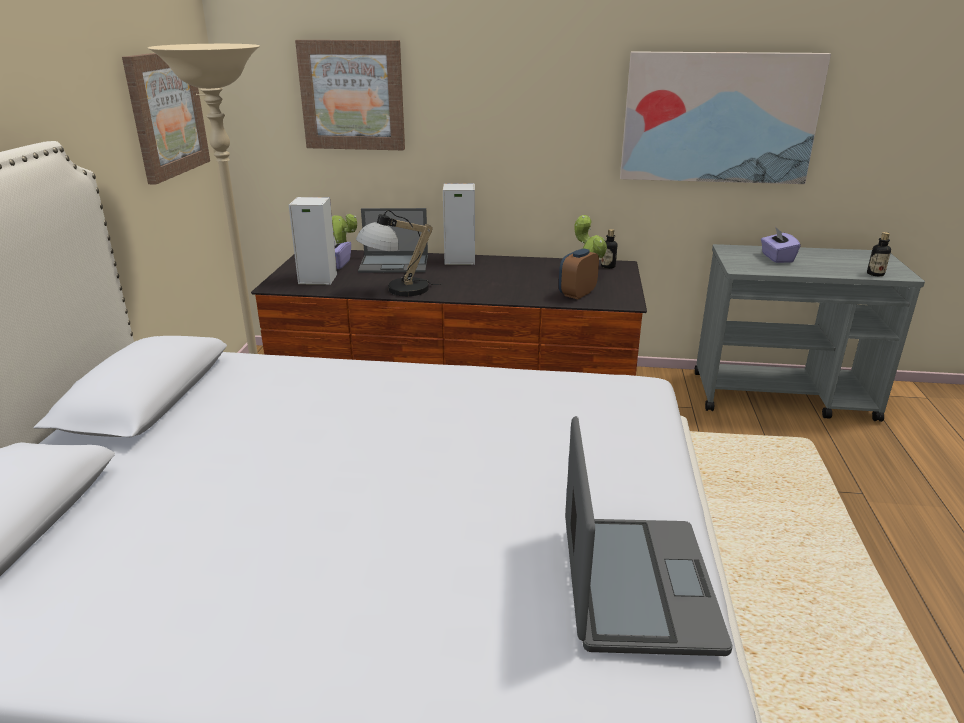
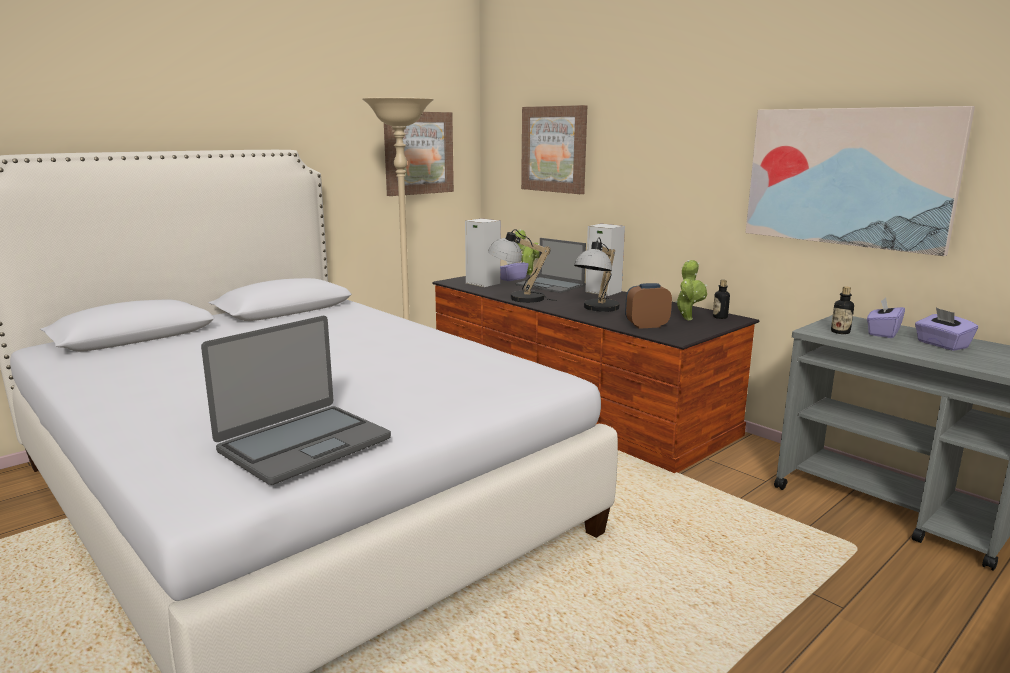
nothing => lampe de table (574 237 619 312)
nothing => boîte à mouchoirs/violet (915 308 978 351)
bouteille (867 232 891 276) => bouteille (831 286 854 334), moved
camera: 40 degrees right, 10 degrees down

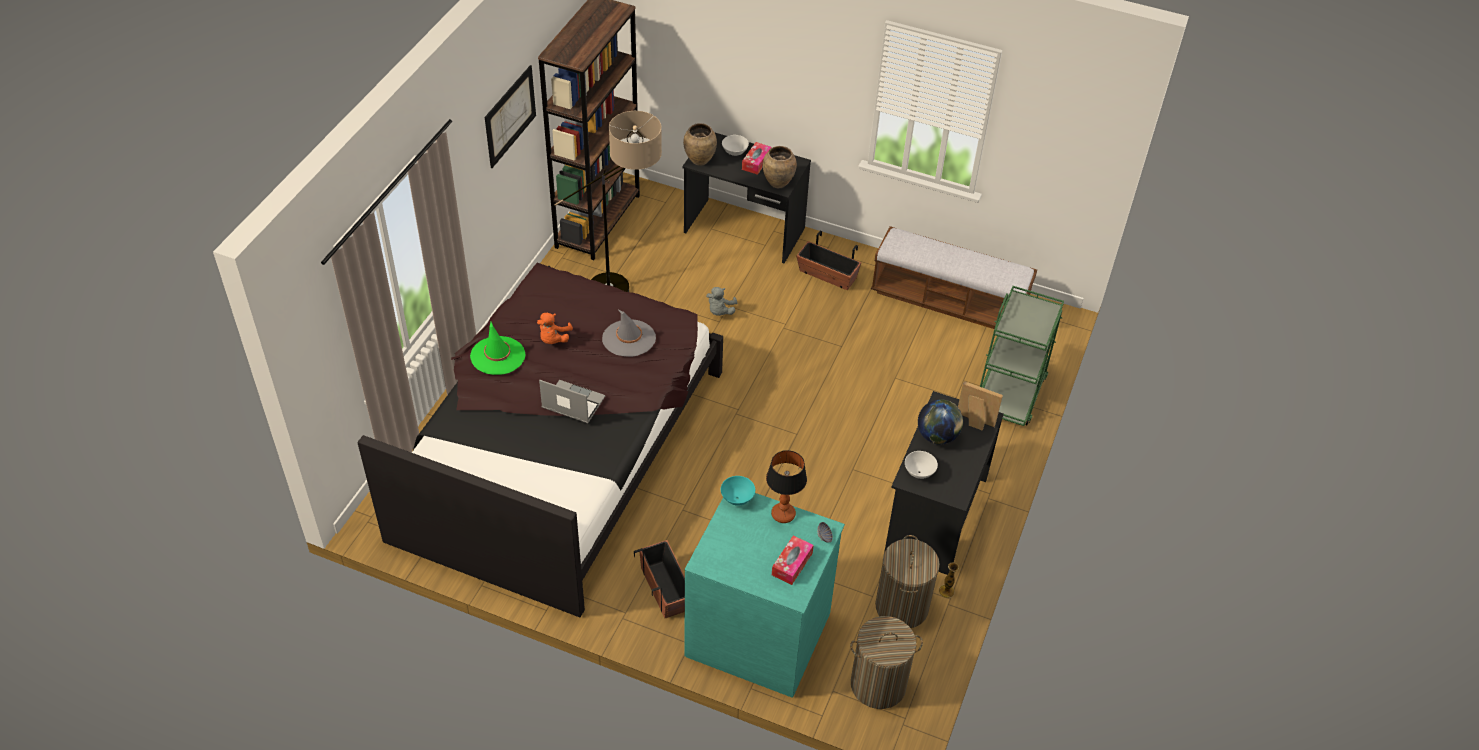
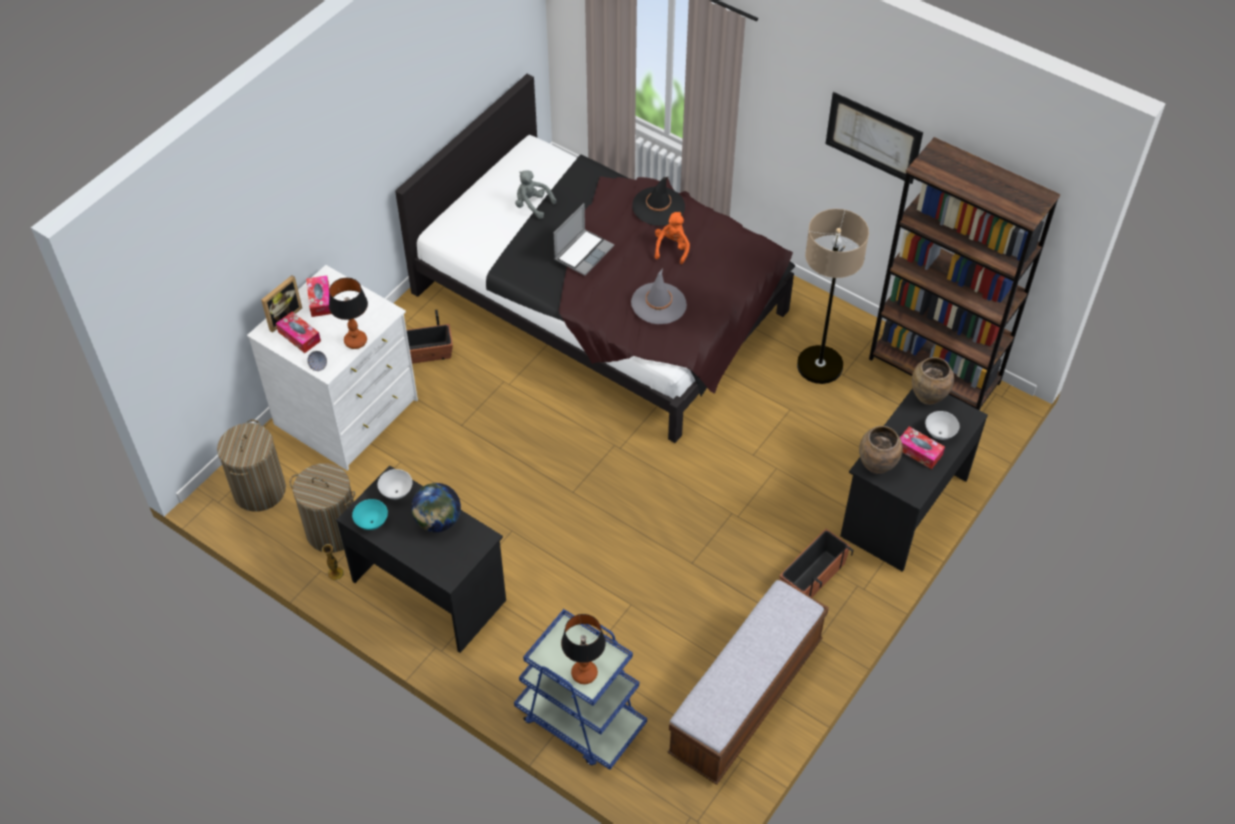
nothing => boîte à mouchoirs (306 276 331 317)
nothing => lampe de table (561 614 606 684)
peluche/gris (706 287 737 316) => peluche/gris (515 170 556 219), moved
bol/turquoise (721 476 755 506) => bol/turquoise (352 499 388 530), moved
cadre photo (958 381 1003 431) => cadre photo (261 275 302 333), moved
chapeau/vert (470 322 525 375) => chapeau/noir (632 177 685 226)
commode/turquoise (684 493 845 698) => commode/blanc (247 265 418 471)
chariot/vert (980 286 1064 426) => chariot/bleu (514 609 647 770)
peluche/orange (537 313 573 344) => peluche/orange (655 212 690 264), 75 degrees clockwise
camera: 105 degrees right, 5 degrees up

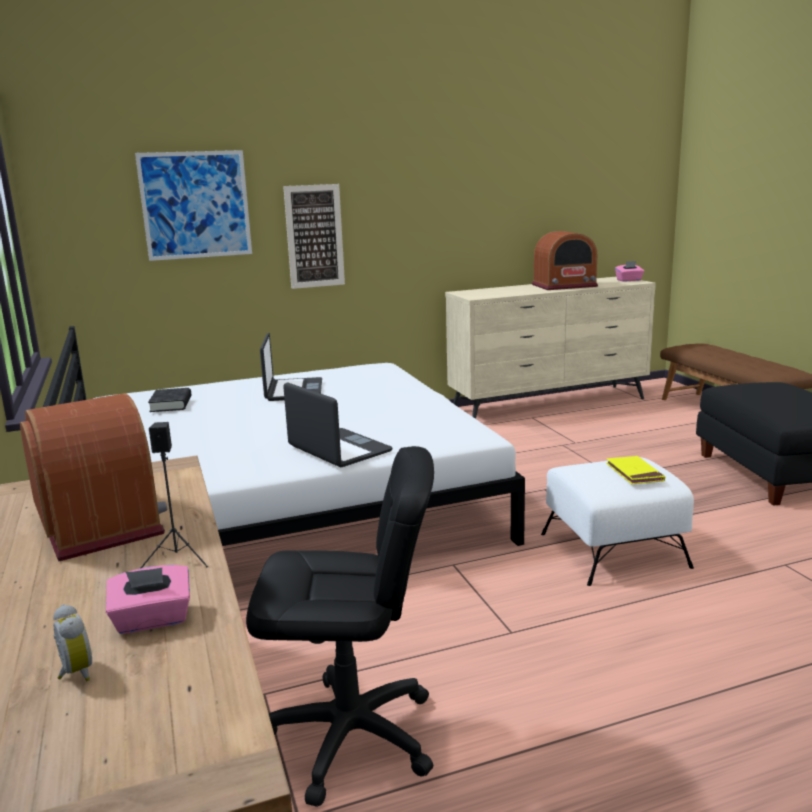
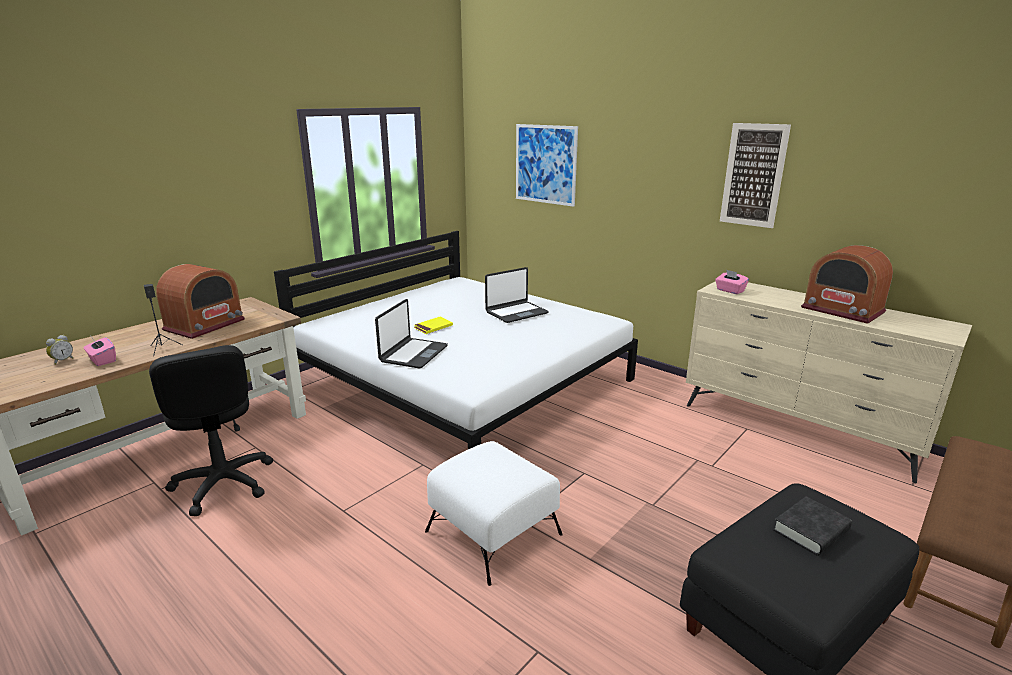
livre/noir (148 388 191 412) => livre/noir (773 496 852 556), moved
tableau (283 184 345 289) => tableau (720 123 791 228), moved
livre/jaune (606 456 665 484) => livre/jaune (414 317 453 334), moved
boîte à mouchoirs/rose (615 261 644 282) => boîte à mouchoirs/rose (715 269 749 294), moved
camera: 60 degrees right, 5 degrees up

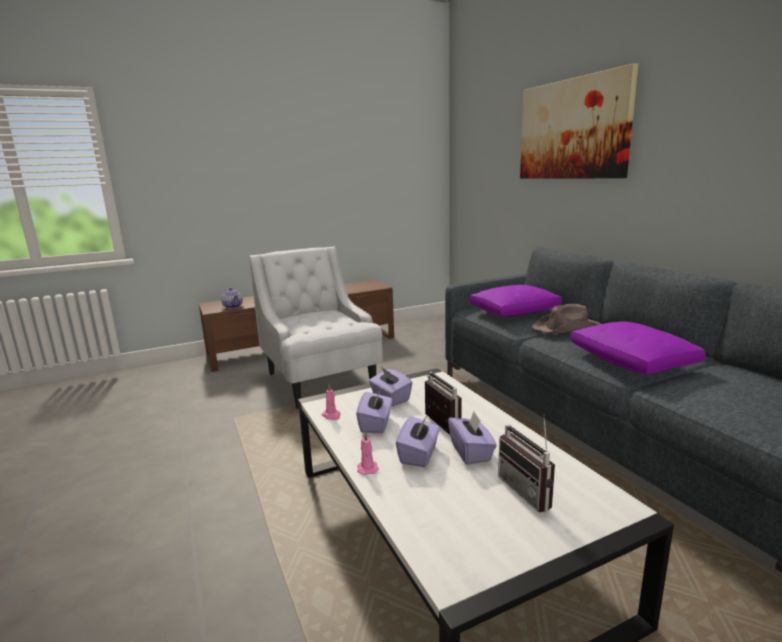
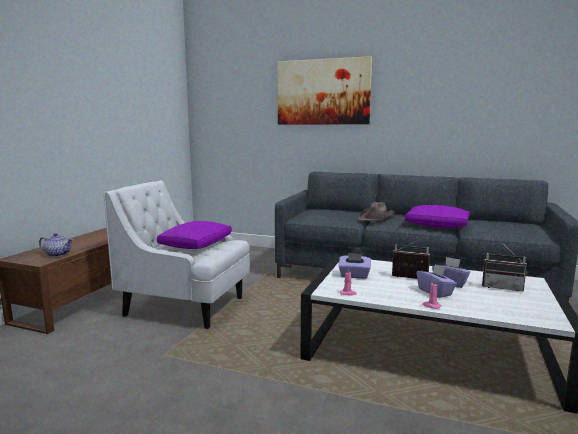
boîte à mouchoirs/violet (356 389 392 433) => nothing
coussin/violet (469 285 562 317) => coussin/violet (157 221 232 249), moved
camera: 45 degrees left, 5 degrees down

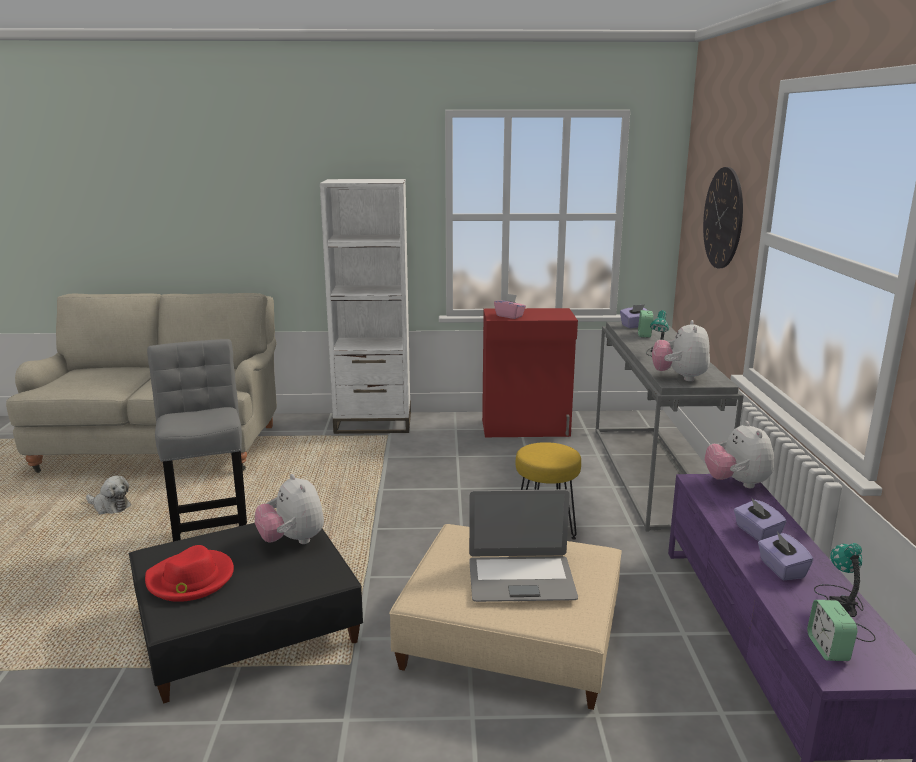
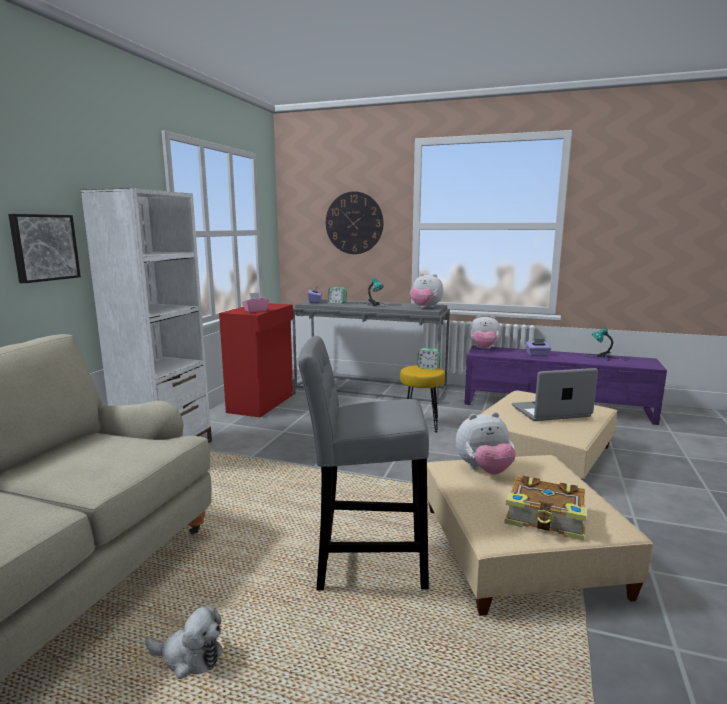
boîte à mouchoirs/violet (758 531 813 580) => nothing
nothing => tableau (8 214 81 283)
réveil (807 600 858 661) => réveil (417 348 440 369), moved
chapeau/rouge (145 545 234 602) => livre (504 476 587 541)
pouf/noir (129 523 363 704) => pouf/beige (427 455 653 616)
peluche (86 475 131 514) => peluche (146 606 223 679), 60 degrees clockwise
ordinateur portable (469 489 578 602) => ordinateur portable (512 368 598 421), 120 degrees counterclockwise
camera: 70 degrees left, 5 degrees down

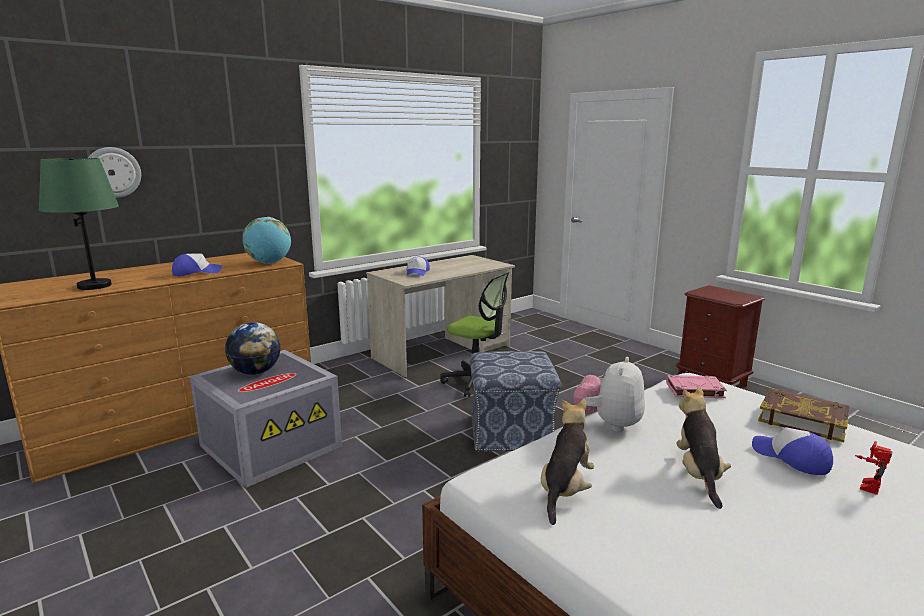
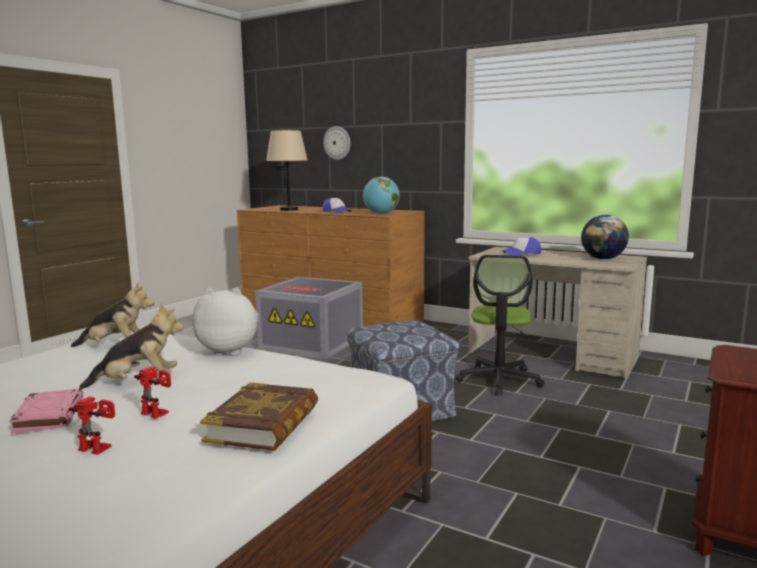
globe (225 322 281 375) => globe (581 215 629 259), moved
livre/rose (666 375 727 398) => livre/rose (9 388 83 434), moved
casquette (752 427 833 475) => robot jouet (134 367 171 419)
lampe de table/vert (39 157 119 290) => lampe de table/beige (266 130 308 211)
camera: 70 degrees right, 5 degrees down

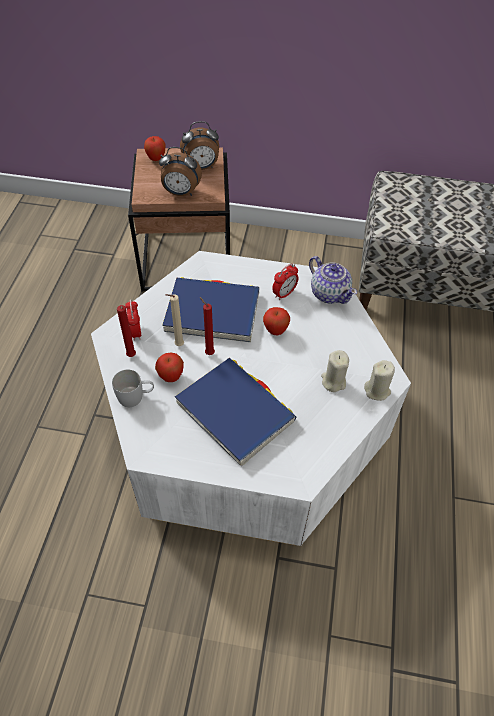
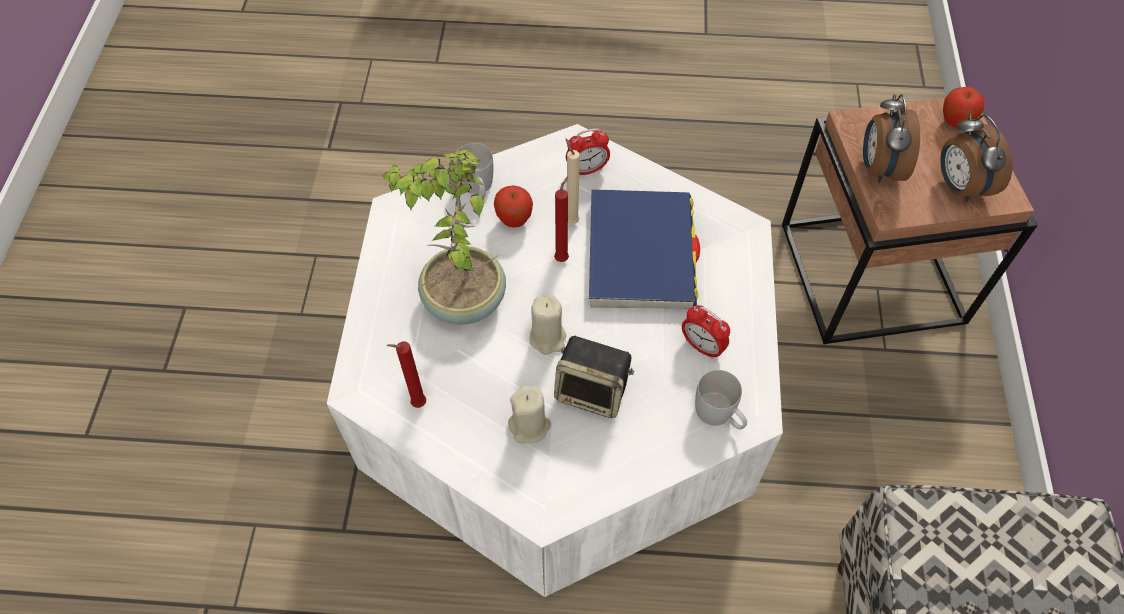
pomme (263 307 290 335) => nothing
nothing => enceinte (554 335 634 418)
bougie/rouge (117 305 136 357) => bougie/rouge (386 341 426 408), moved
bougie/beige (364 360 395 401) => bougie/beige (530 295 566 355), moved
livre/bleu (175 358 296 467) => plante en pot (382 150 506 325)
théière (309 256 357 304) => mug/blanc (695 370 747 429)
camera: 85 degrees right, 5 degrees up

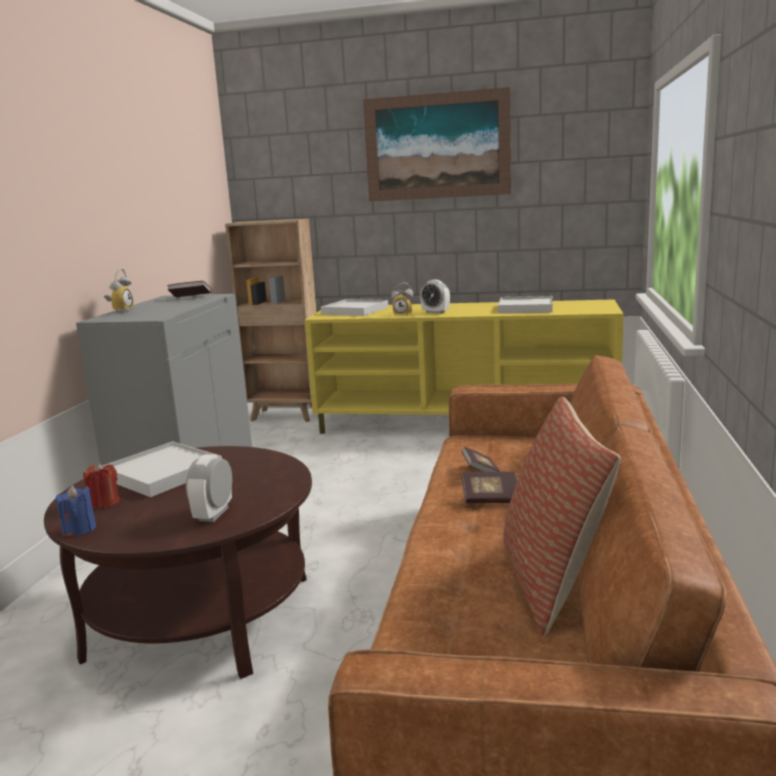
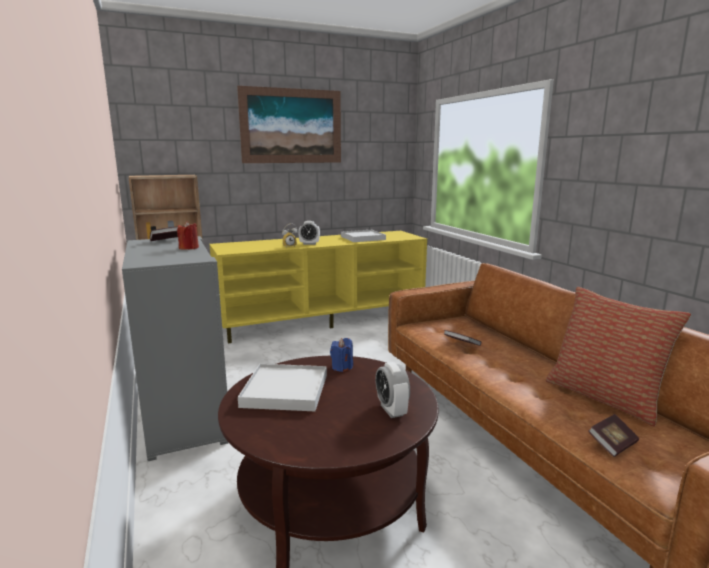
réveil (104 269 134 313) => nothing
plateau/blanc (321 299 388 316) => nothing
bougie/bleu (56 485 96 536) => bougie/bleu (330 338 353 372), moved
bougie/rouge (83 462 119 509) => bougie/rouge (177 221 199 250), moved
livre (462 472 517 503) => livre (588 414 639 457), moved
camera: 35 degrees left, 0 degrees up

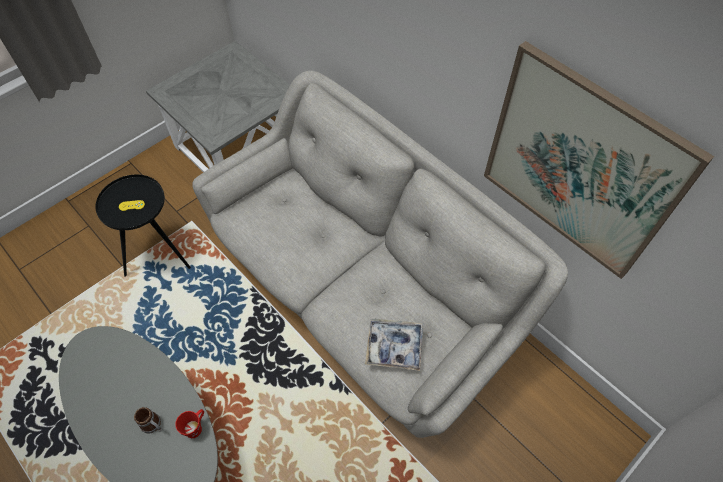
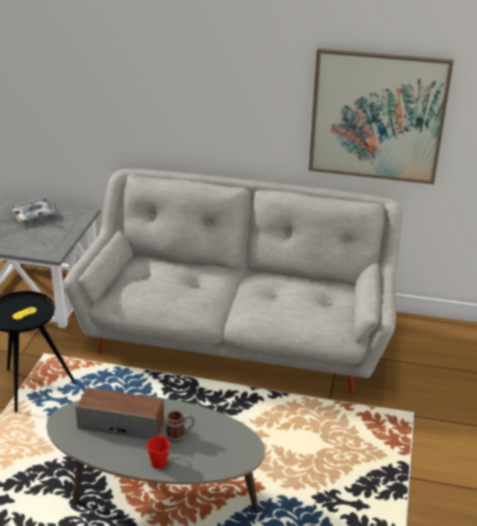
nothing => enceinte (75 387 164 439)
mug/rouge (175 409 204 438) => mug/rouge (147 435 170 469), moved
plateau (365 318 423 371) => plateau (10 198 58 222), moved
camera: 35 degrees left, 25 degrees down

